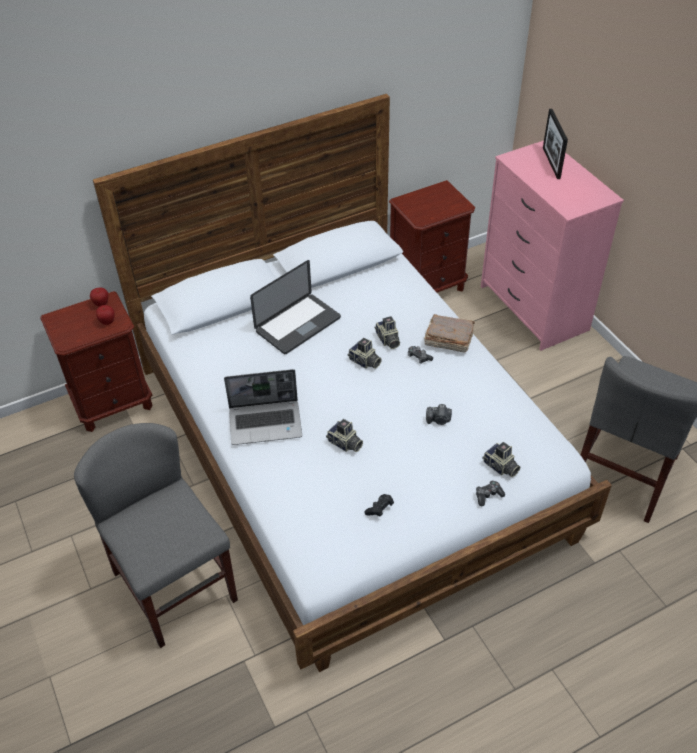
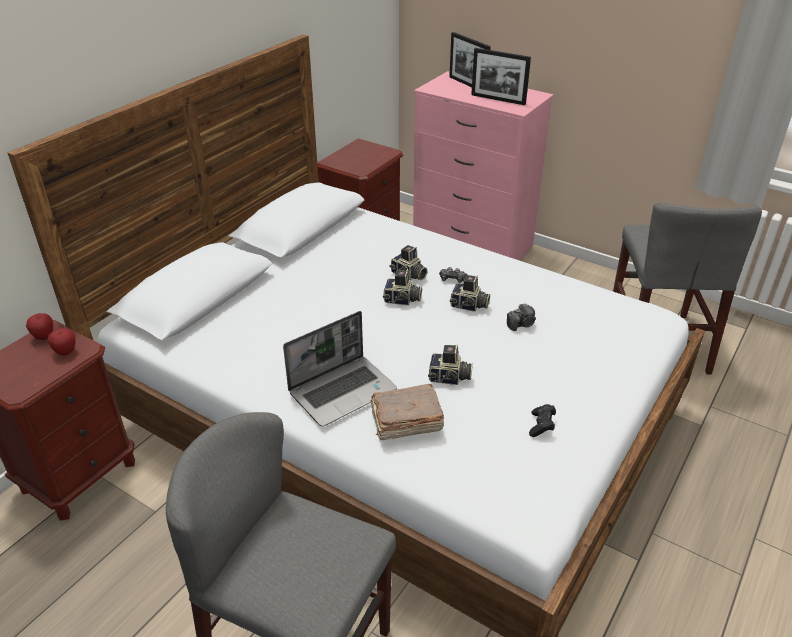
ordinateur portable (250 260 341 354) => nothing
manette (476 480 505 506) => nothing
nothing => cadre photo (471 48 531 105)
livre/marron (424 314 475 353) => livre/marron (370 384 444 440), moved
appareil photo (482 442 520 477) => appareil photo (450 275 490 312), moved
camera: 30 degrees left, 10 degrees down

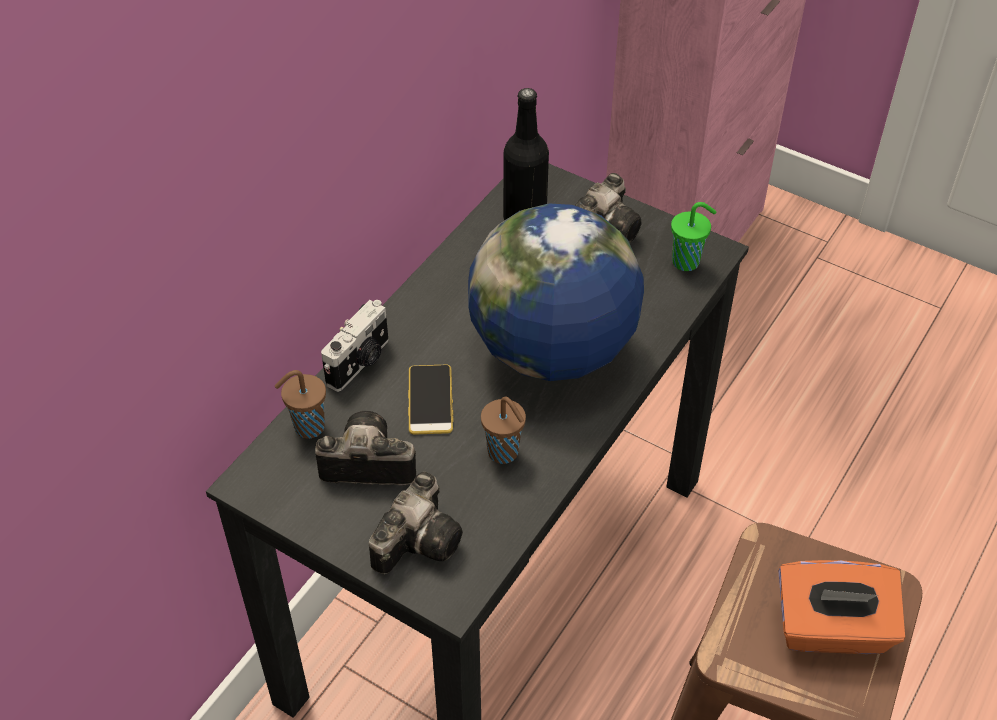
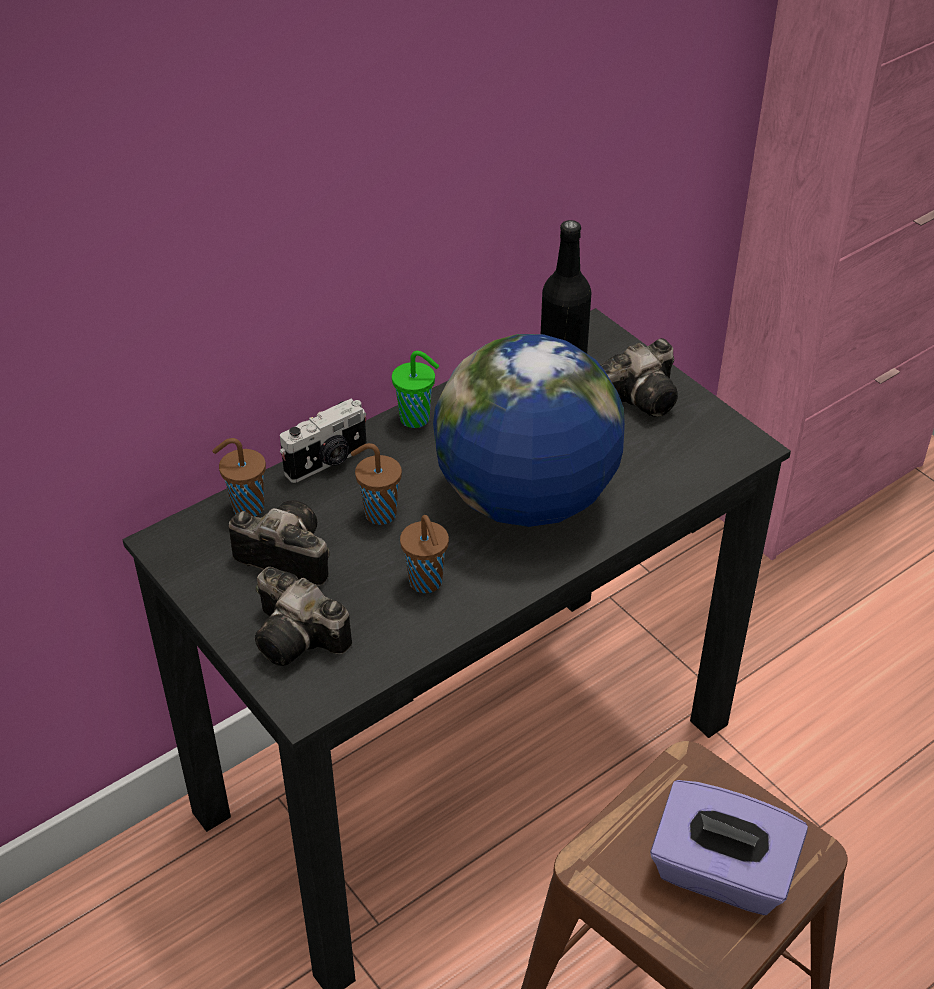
tasse/vert (671 202 716 271) => tasse/vert (392 351 439 428), moved
téléphone (408 365 453 435) => tasse/marron (351 443 402 525)
boîte à mouchoirs/orange (778 560 905 654) => boîte à mouchoirs/violet (650 780 808 915)
appareil photo (369 472 463 574) => appareil photo (255 567 352 666), 75 degrees clockwise
camera: 20 degrees right, 5 degrees down

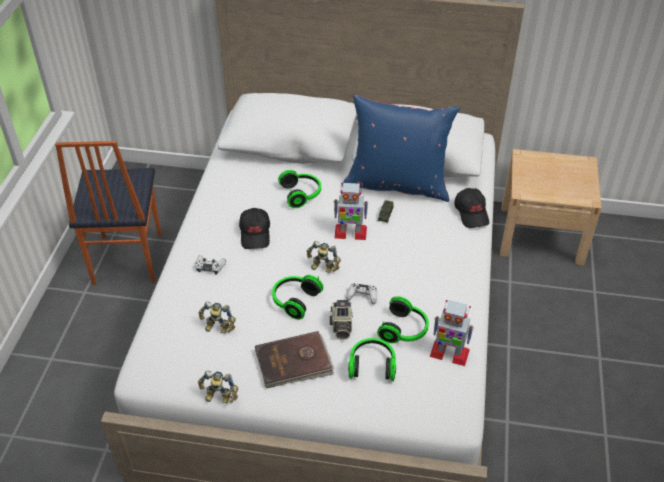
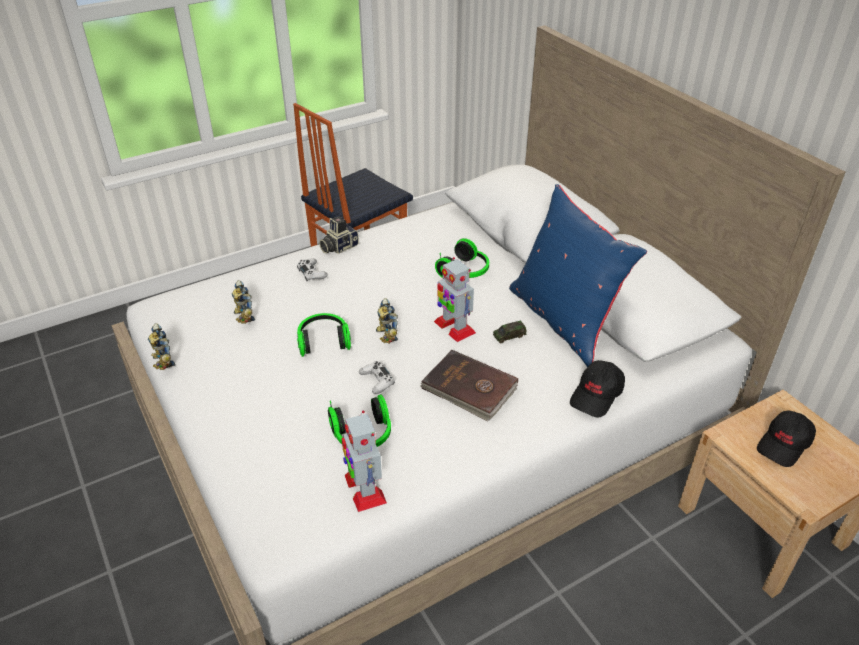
casque audio (348 338 396 381) => nothing
casquette/noir (239 208 270 249) => casquette/noir (757 411 816 467), moved
livre/marron (255 331 334 389) => livre/marron (420 350 518 421), moved
appareil photo (330 300 353 340) => appareil photo (319 216 359 254), moved
camera: 50 degrees right, 5 degrees down

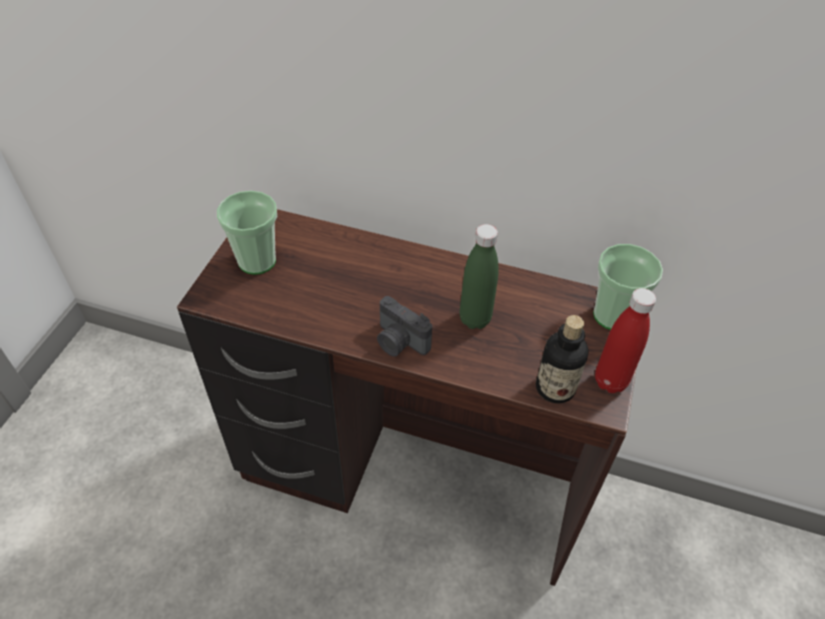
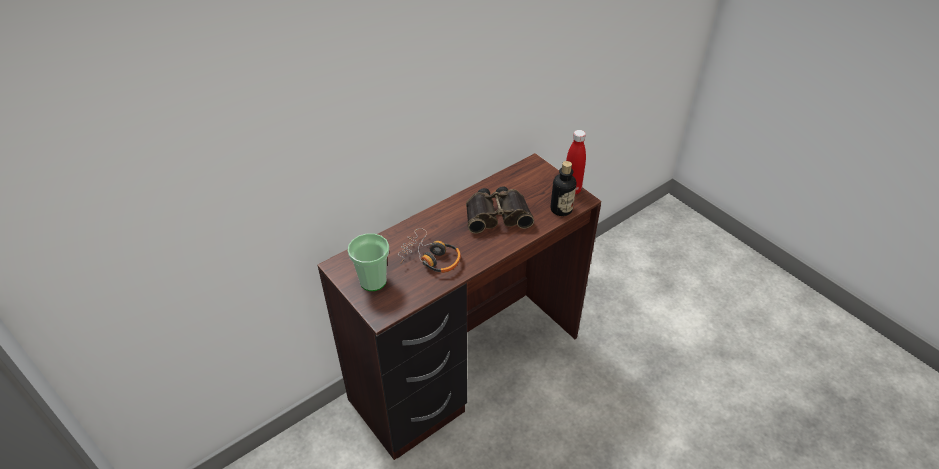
appareil photo (377 296 432 357) => nothing
tasse (593 244 663 330) => nothing
nothing => casque audio (398 228 461 273)
bouteille/vert (460 224 498 329) => jumelles (466 186 534 234)
camera: 55 degrees left, 5 degrees down

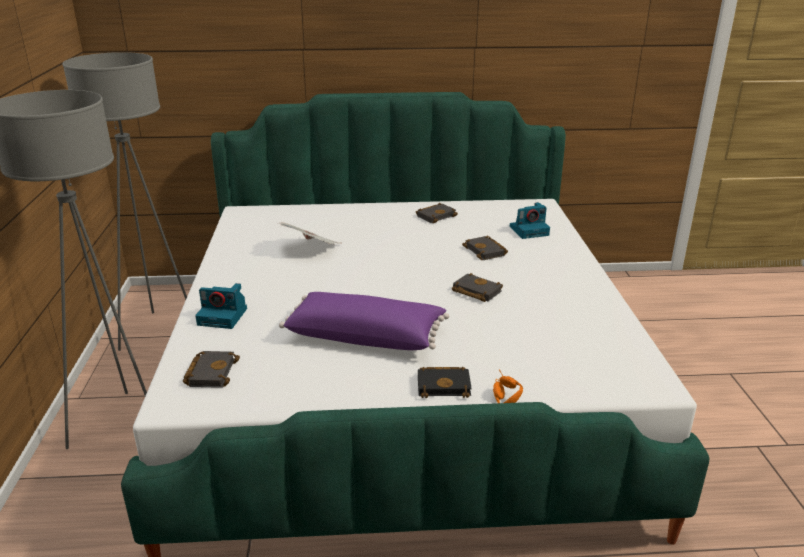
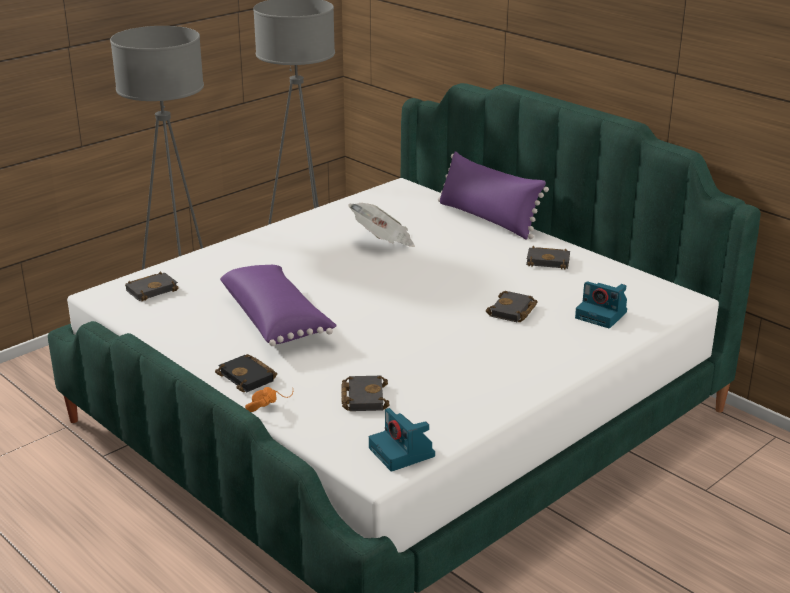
nothing => coussin/violet (438 151 549 240)
appareil photo (195 283 247 329) => appareil photo (369 408 435 471), moved
livre/noir (452 273 503 302) => livre/noir (341 376 390 411), moved
camera: 50 degrees right, 0 degrees up

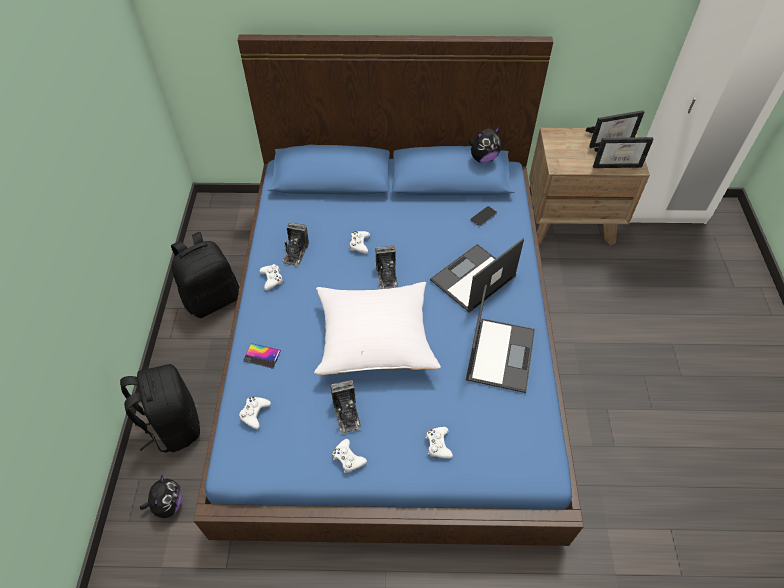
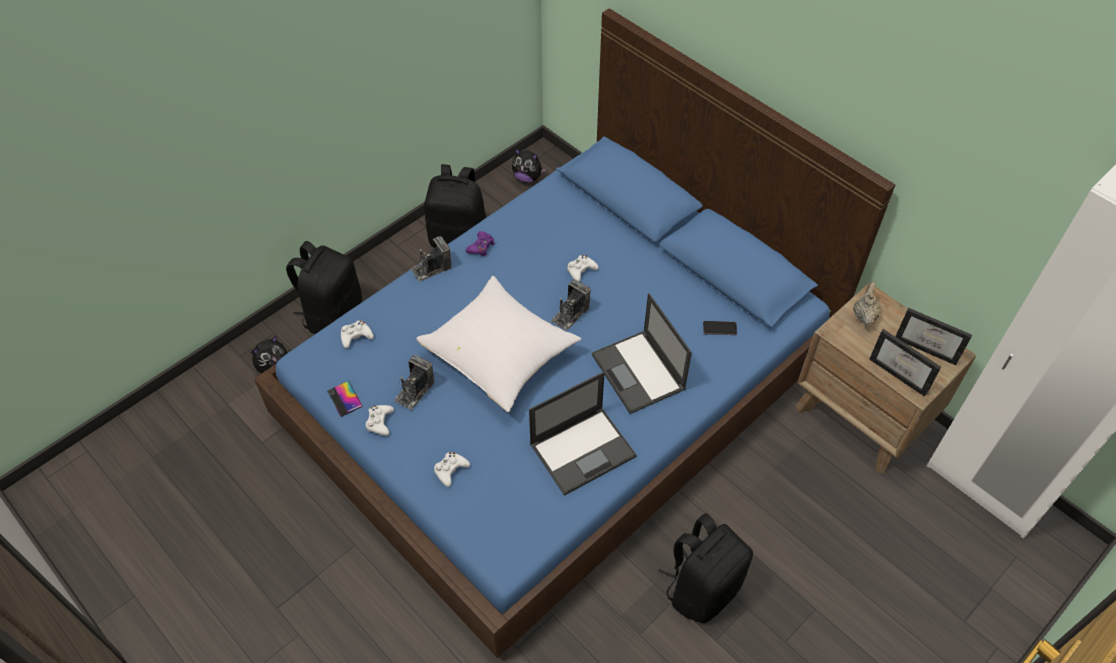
nothing => sac à dos/noir (658 513 753 623)
nothing => théière/beige (853 282 881 326)
téléphone (243 343 281 369) => téléphone (327 381 363 417), moved
appareil photo (282 222 309 267) => appareil photo (411 236 451 282), moved
peluche (468 126 501 163) => peluche (512 148 547 183), moved
manette/blanc (260 264 284 290) => manette/violet (466 231 495 256)
ordinateur portable (430 238 524 313) => ordinateur portable (592 293 692 414), 120 degrees counterclockwise
camera: 45 degrees right, 0 degrees up

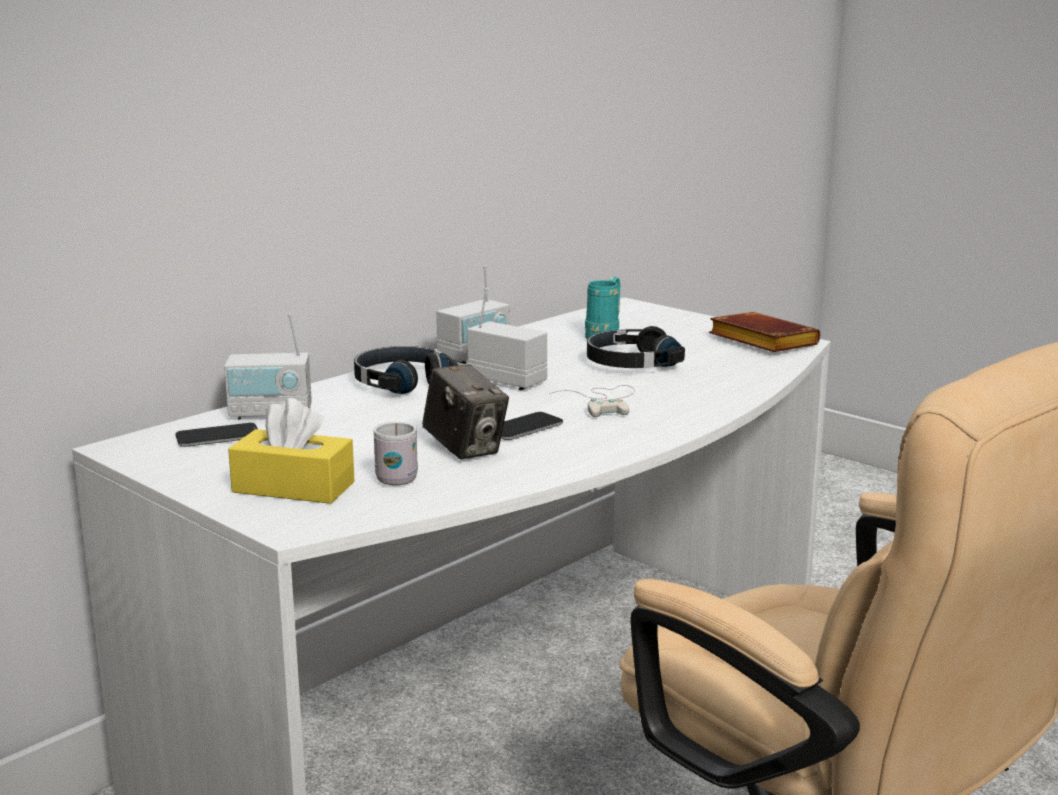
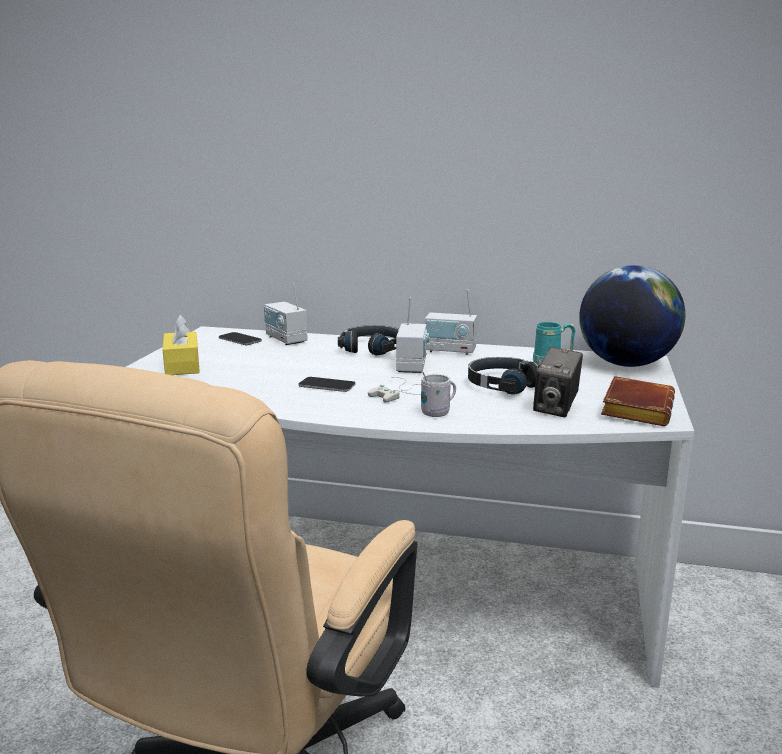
nothing => globe (579 265 685 367)
mug/blanc (373 422 418 485) => mug/blanc (421 372 456 417), moved
appareil photo (422 364 509 459) => appareil photo (533 347 583 417), moved
camera: 60 degrees right, 0 degrees up

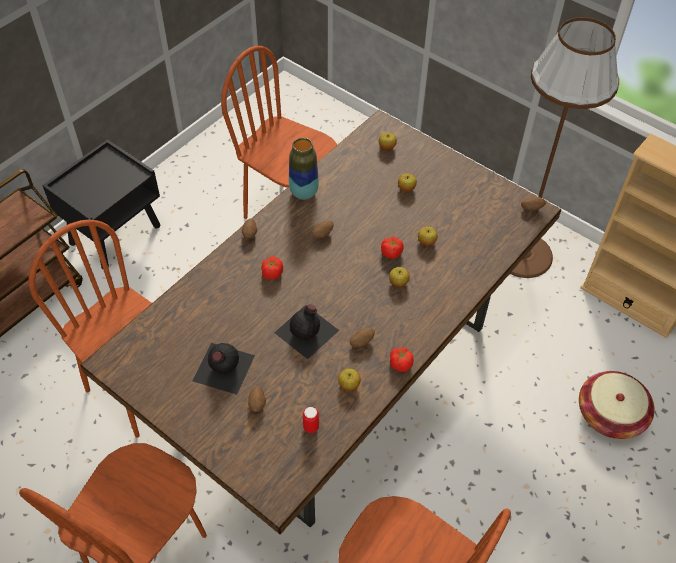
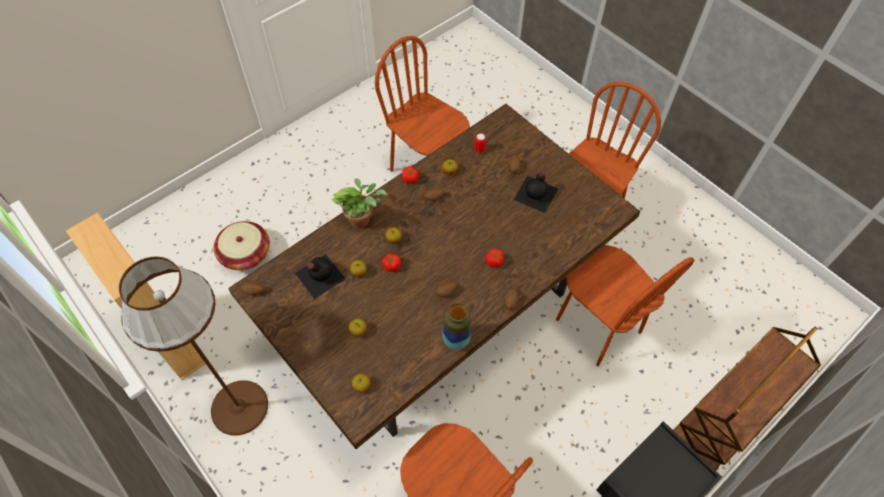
nothing => plante en pot (332 178 388 228)
bouteille/noir (274 304 339 359) => bouteille/noir (295 254 346 299), moved
camera: 170 degrees left, 5 degrees up

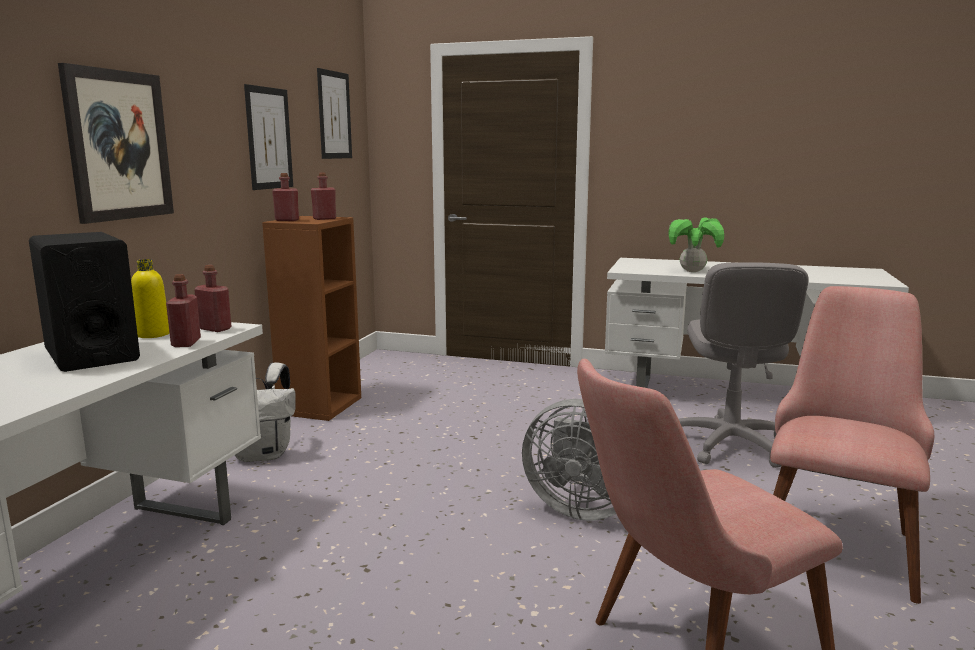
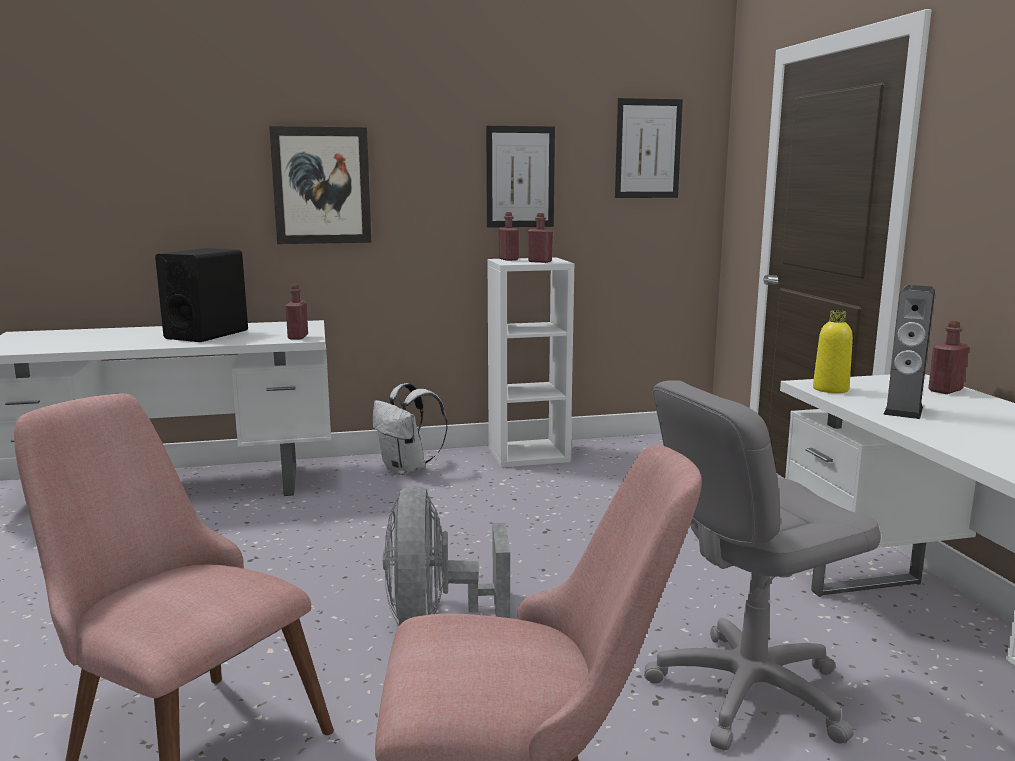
bouteille/jaune (131 259 170 338) => bouteille/jaune (813 310 853 393), moved
bouteille/rouge (166 274 201 347) => bouteille/rouge (928 321 969 394), moved
plante en pot (668 217 724 272) => enceinte (883 285 935 419)
bibliothèque/marron (262 216 361 421) => bibliothèque/blanc (488 257 574 468)
camera: 60 degrees right, 0 degrees up

